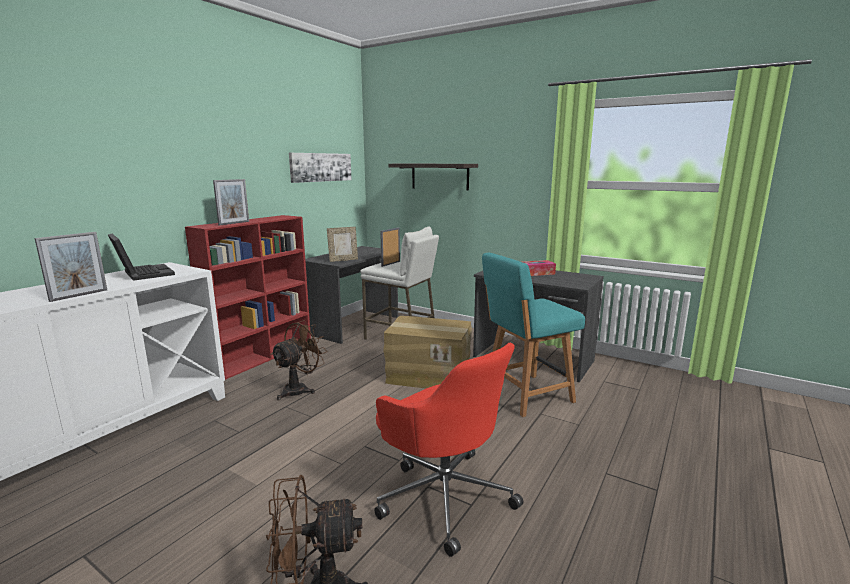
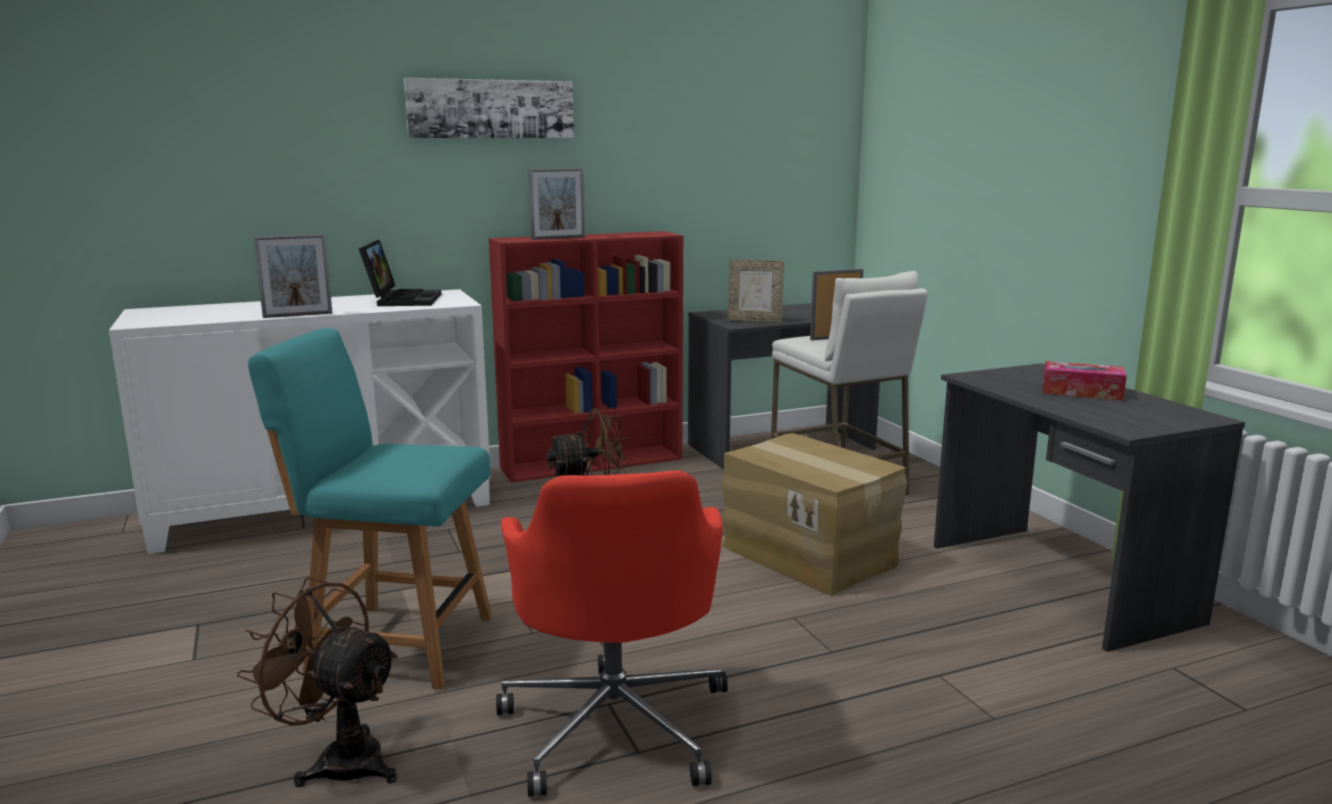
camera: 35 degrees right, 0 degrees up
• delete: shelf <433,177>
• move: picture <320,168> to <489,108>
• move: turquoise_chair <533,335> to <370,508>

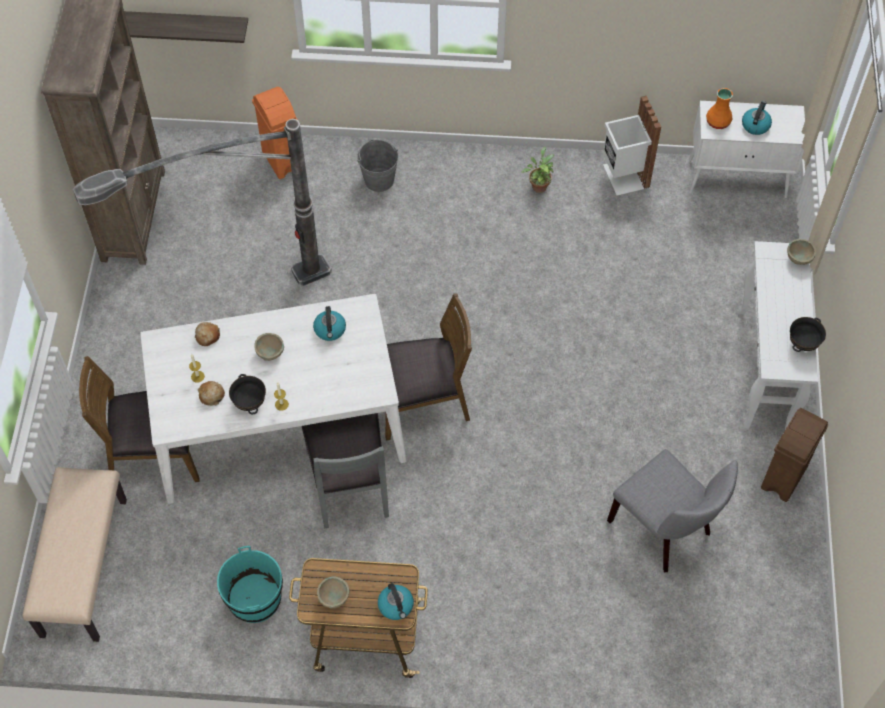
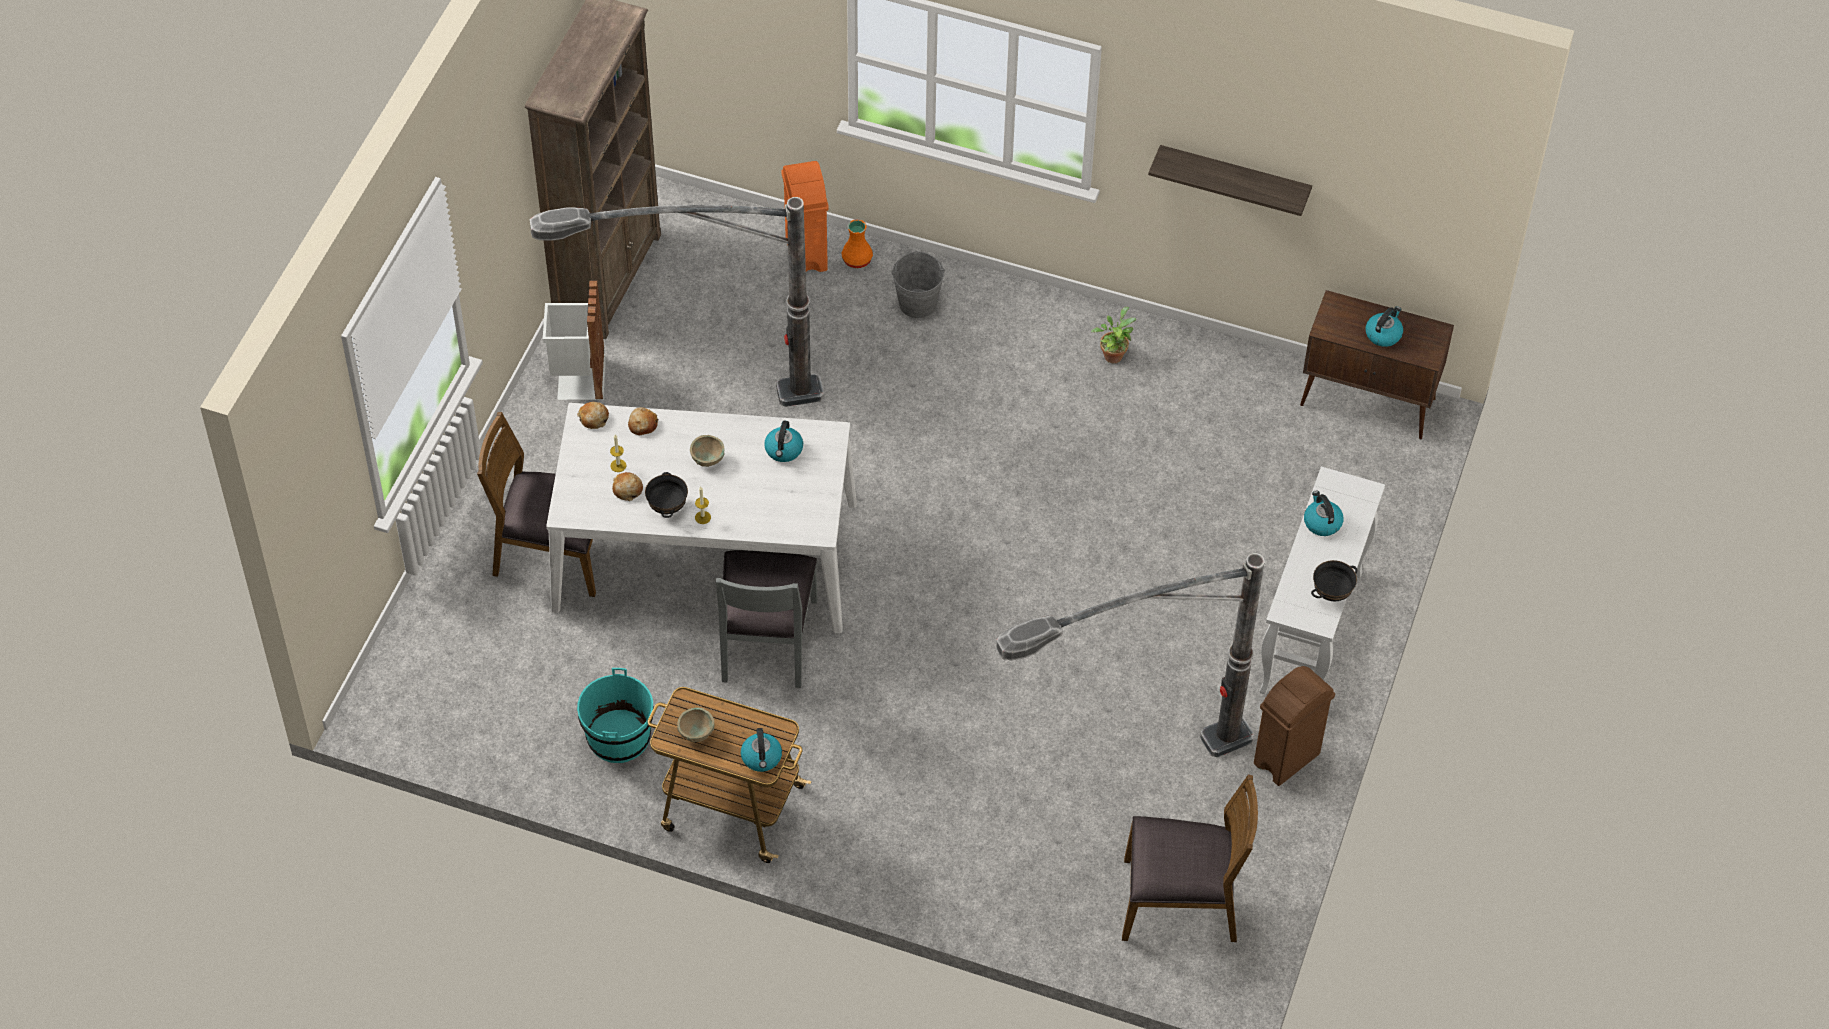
camera: 15 degrees right, 5 degrees down
• delete: beige_bench <75,554>
• delete: beige_bowl <801,252>
• insert: bread <593,415>
• insert: kettle <1324,513>
• move: shelf <186,27> to <1230,180>
• move: brown_chair <428,367> to <1190,858>
• move: white_trash_can <632,145> to <574,340>
• move: orange_vase <719,108> to <857,243>
• replace: grey_chair <672,510> to floor_lamp <1130,655>
• recolor: white_cabinet <747,149> to brown_cabinet <1377,364>

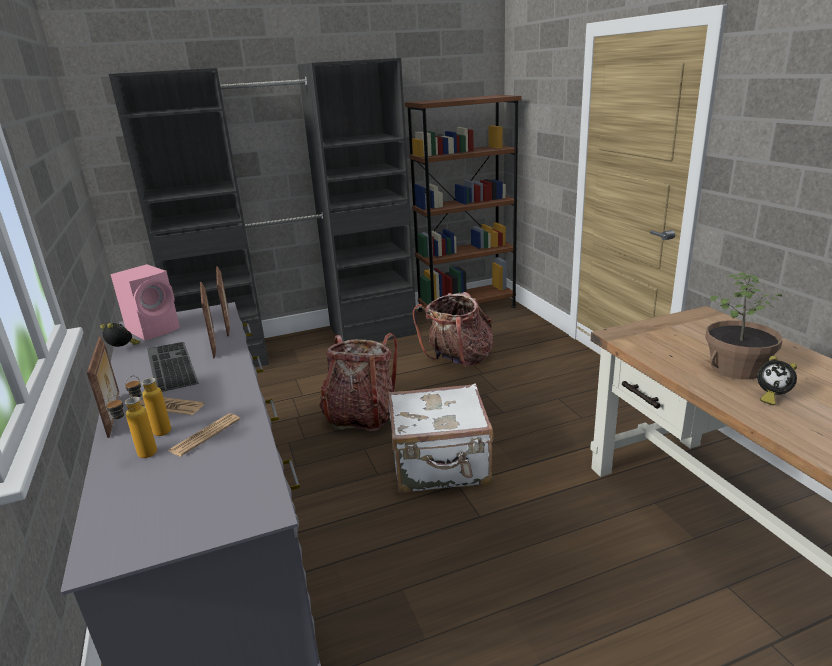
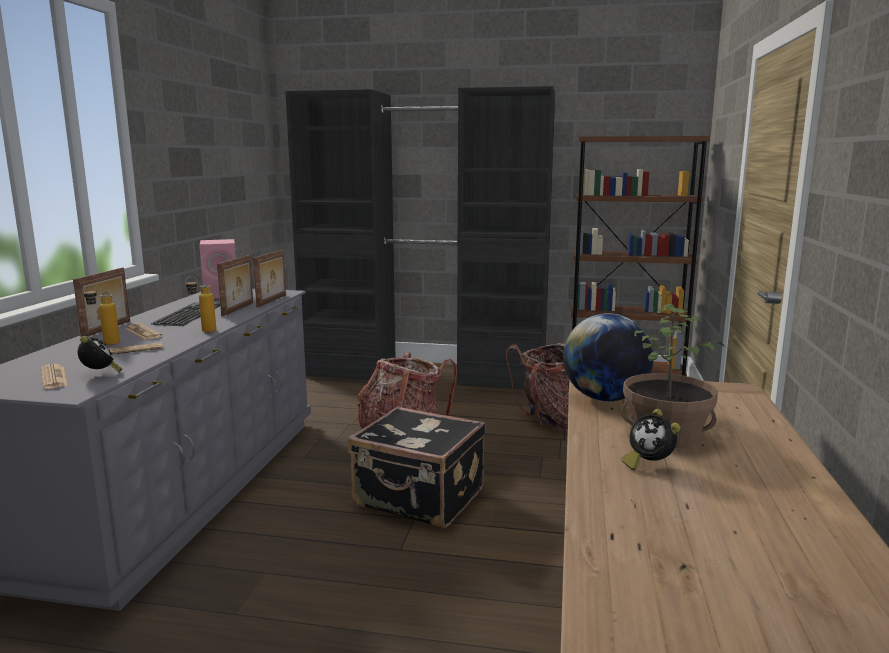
camera: 30 degrees right, 10 degrees down
• insert: newspaper <55,376>
• insert: globe <608,357>
• move: alarm_clock <120,335> to <100,354>
• move: bottle <131,426> to <200,304>
• recolor: white_suitcase <440,438> to black_suitcase <417,467>

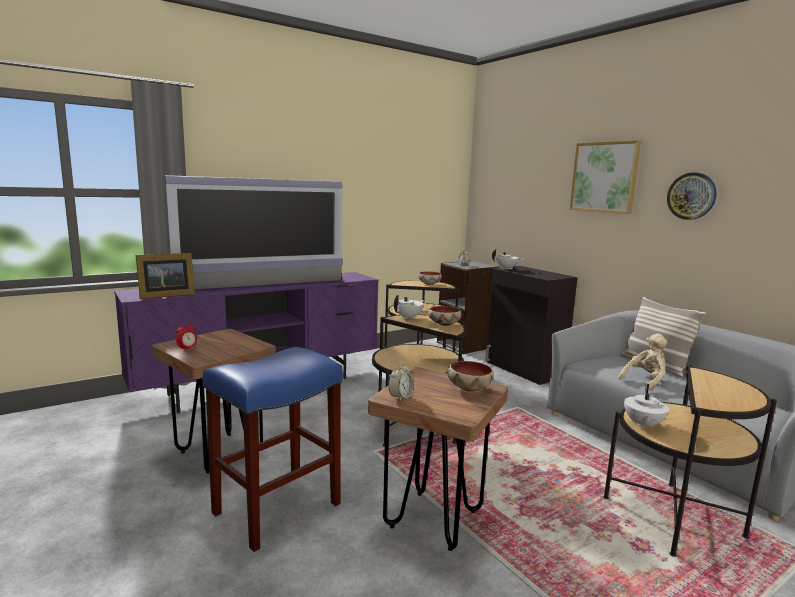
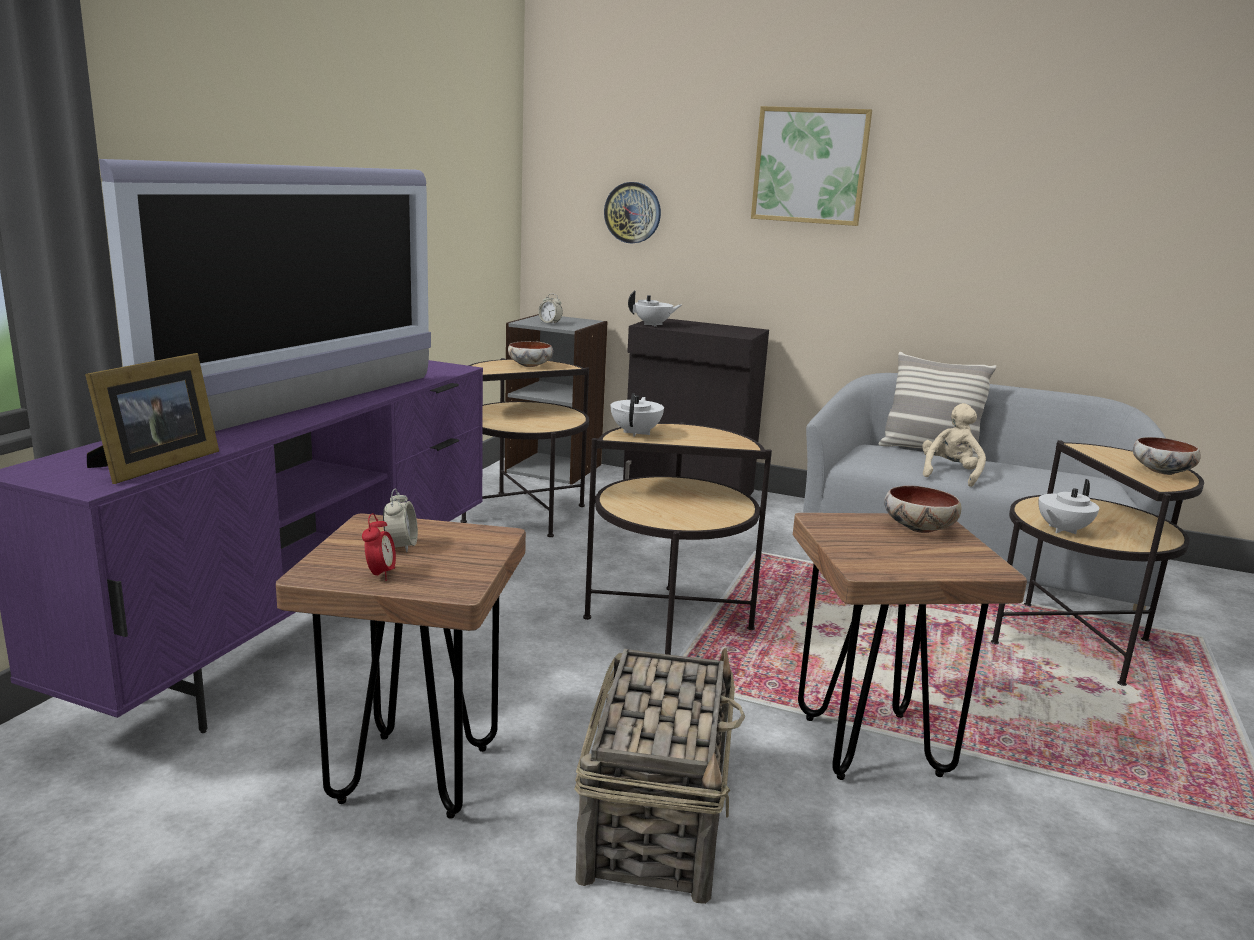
camera: 35 degrees left, 5 degrees up
• move: alarm_clock <401,381> to <400,521>
• move: bowl <445,316> to <1167,456>
• move: wall_clock <692,196> to <632,213>
• replace: blue_stool <273,449> to basket <659,776>
• rotate: white_teapot <646,406> = <1068,506> 60 degrees clockwise

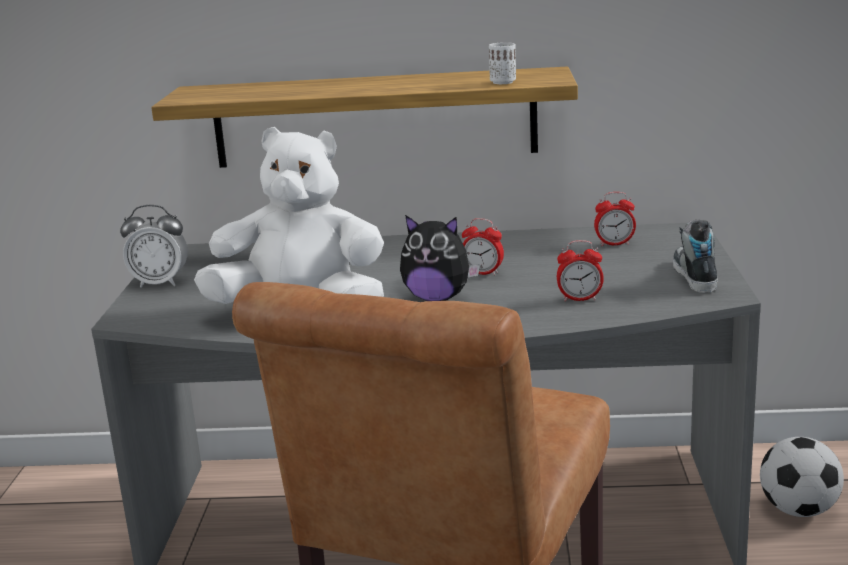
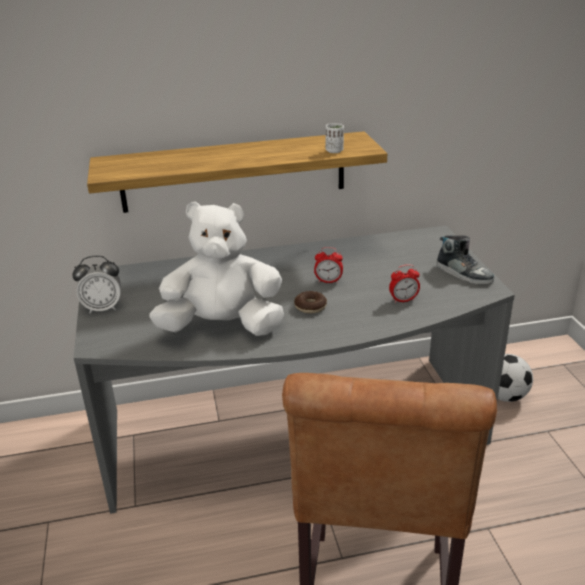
camera: 15 degrees left, 10 degrees up
• delete: alarm_clock <615,219>
• replace: plush_toy <440,258> to donut <310,302>
• rotate: shoe <695,256> = <465,260> 150 degrees clockwise

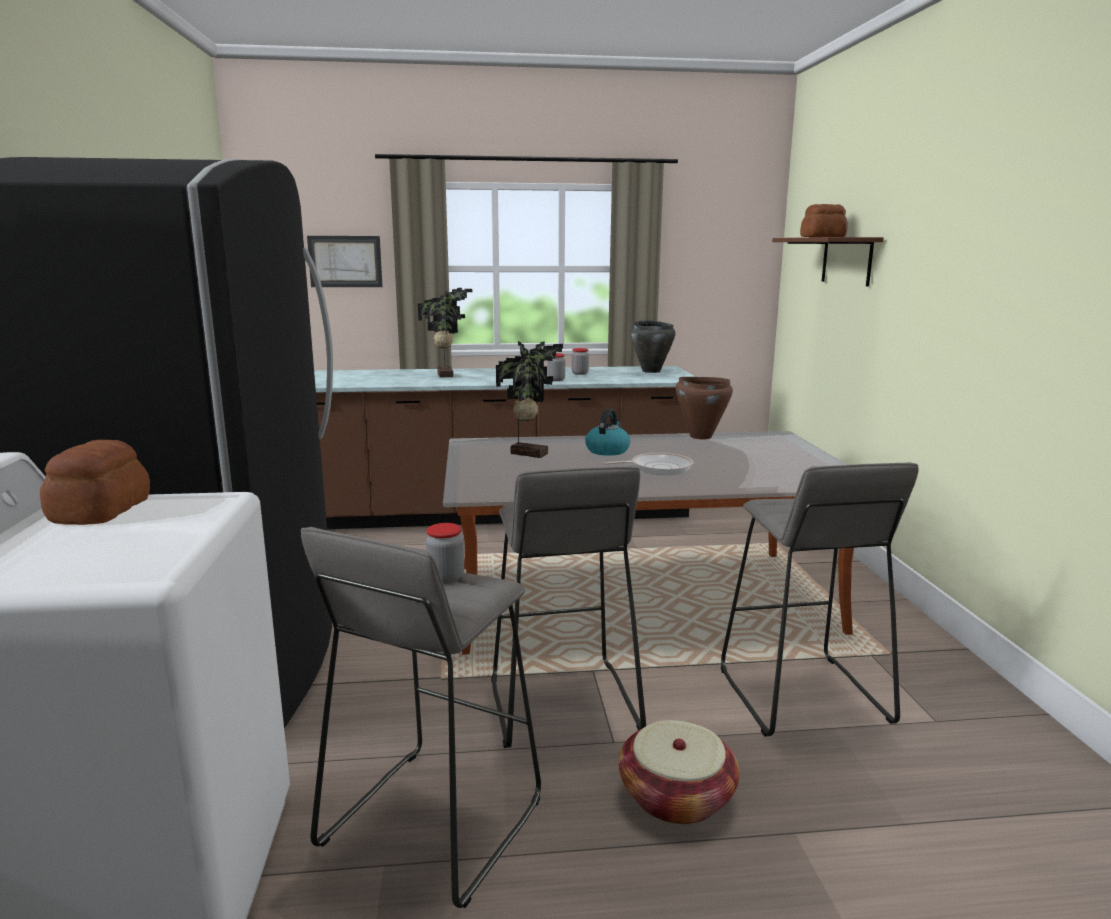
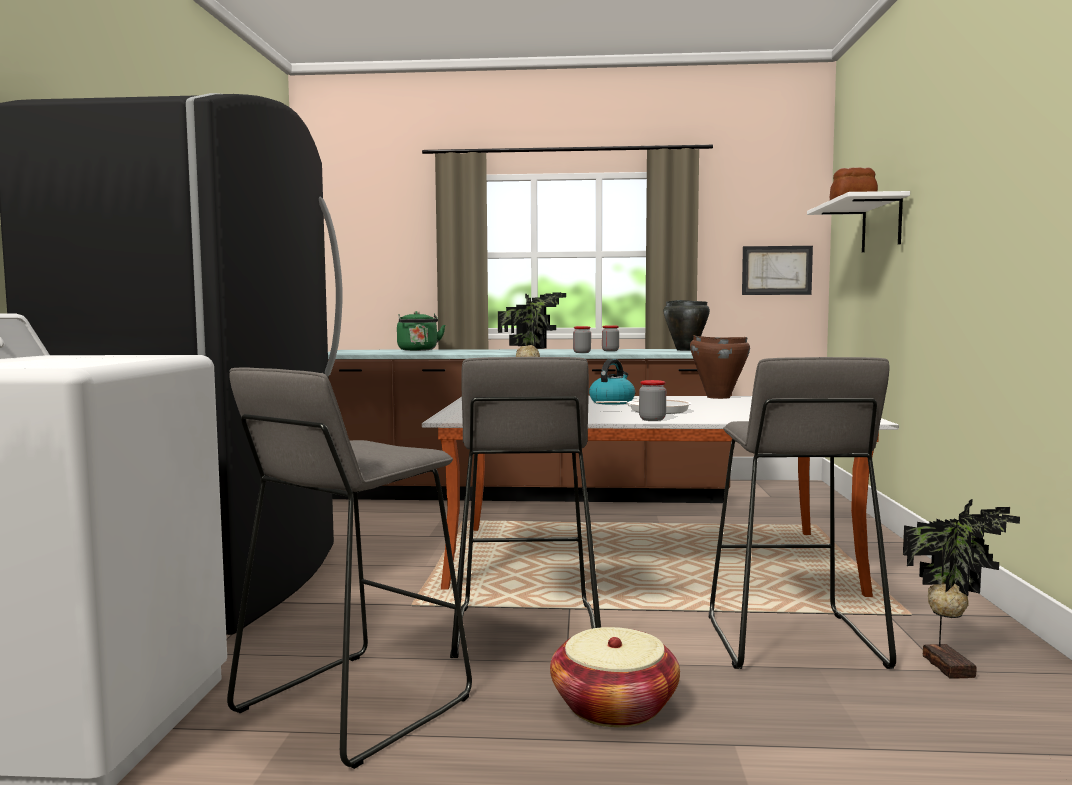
camera: 10 degrees right, 10 degrees down
• delete: bread <95,482>
• insert: green_kettle <421,331>
• move: picture <345,261> to <777,270>
• move: potted_plant <445,332> to <961,588>
• move: jar <445,553> to <652,400>
• recolor: brown_shelf <828,261> to white_shelf <858,221>

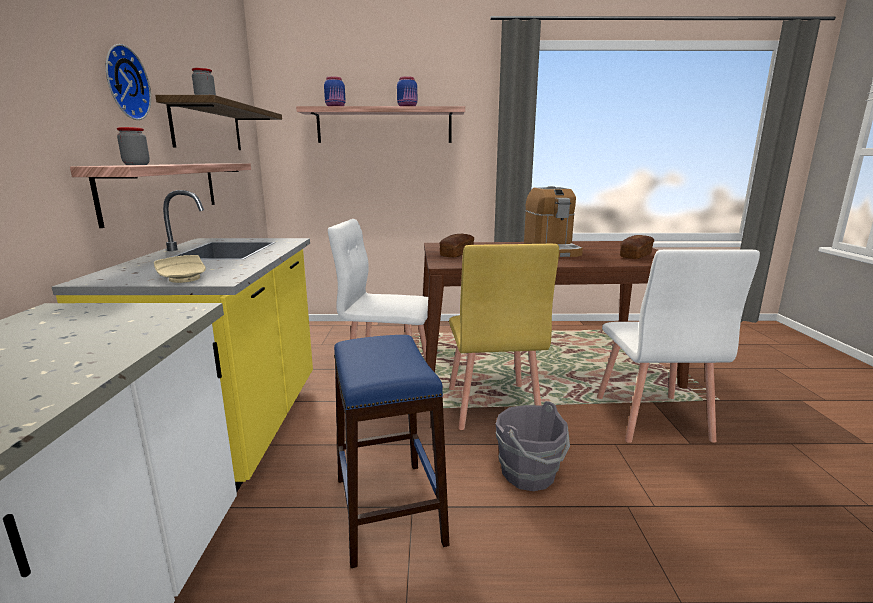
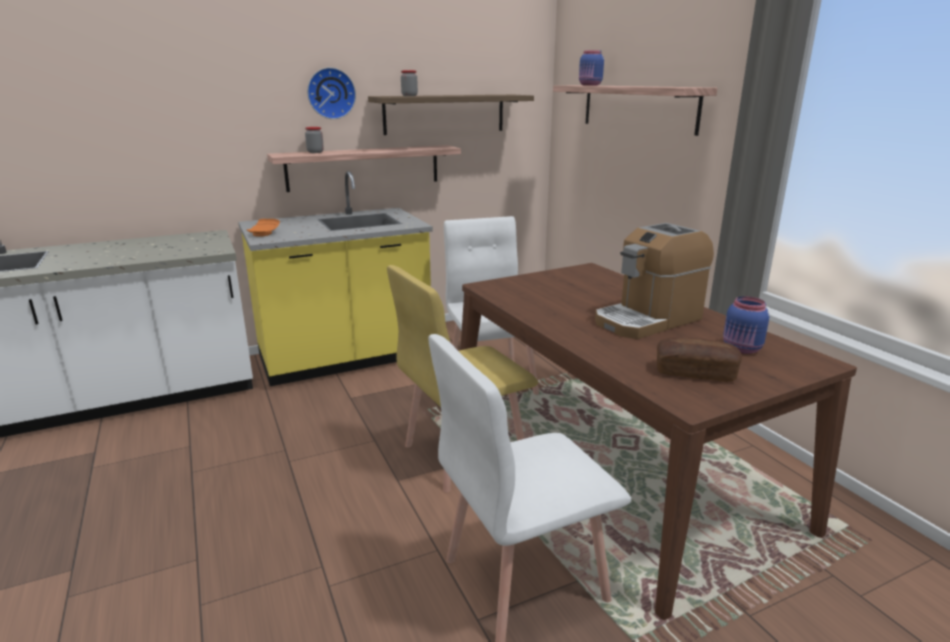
camera: 65 degrees right, 5 degrees up
• delete: blue_stool <391,451>
• delete: bread <457,245>
• delete: grey_bucket <533,446>
• move: blue_jar <407,91> to <746,325>
• recolor: beige_plate <180,269> to orange_plate <263,228>

